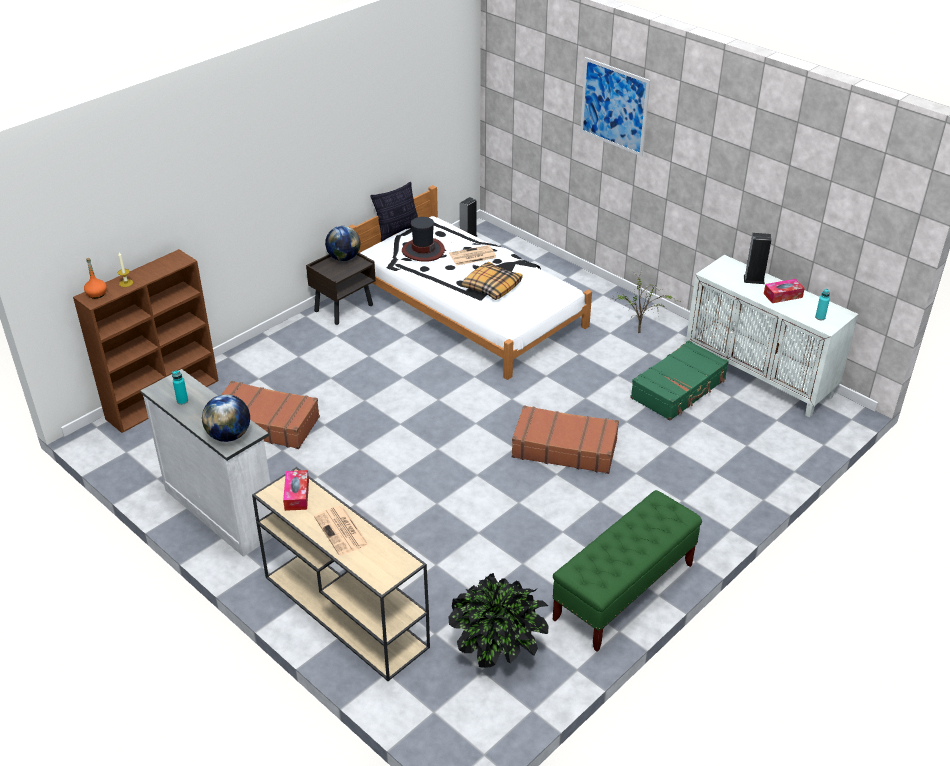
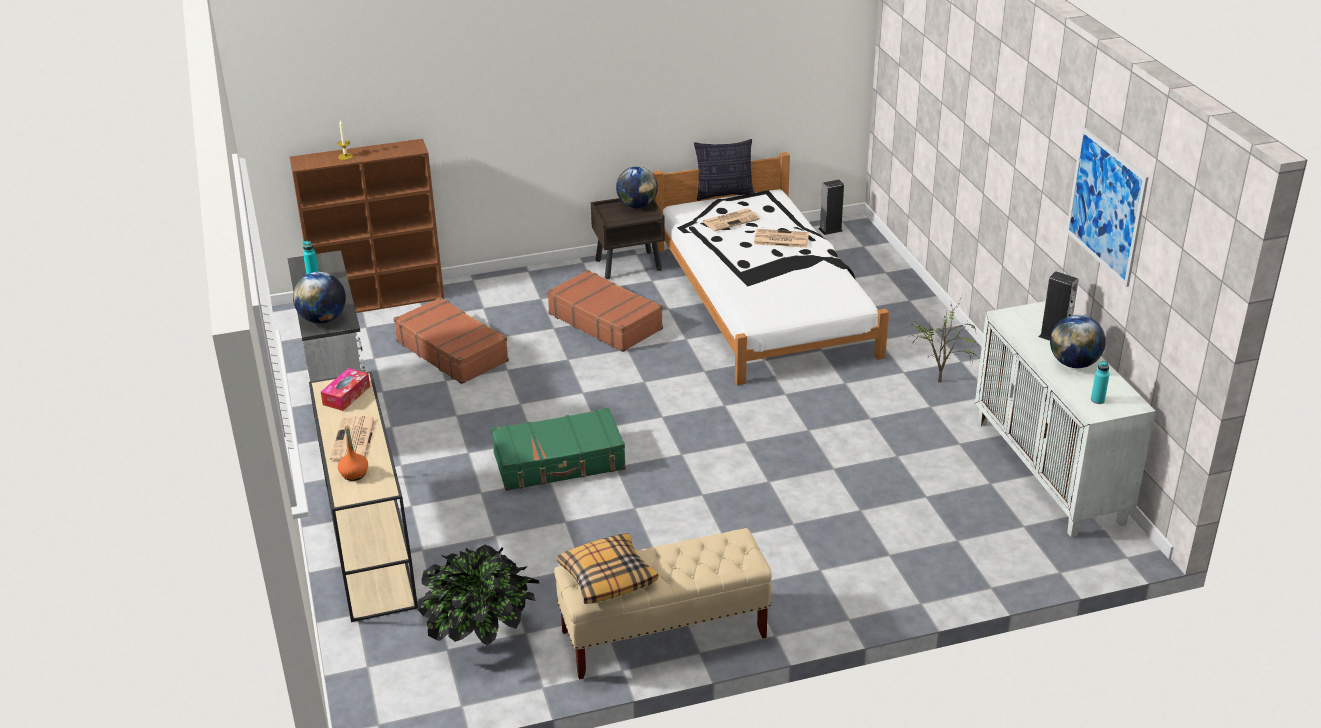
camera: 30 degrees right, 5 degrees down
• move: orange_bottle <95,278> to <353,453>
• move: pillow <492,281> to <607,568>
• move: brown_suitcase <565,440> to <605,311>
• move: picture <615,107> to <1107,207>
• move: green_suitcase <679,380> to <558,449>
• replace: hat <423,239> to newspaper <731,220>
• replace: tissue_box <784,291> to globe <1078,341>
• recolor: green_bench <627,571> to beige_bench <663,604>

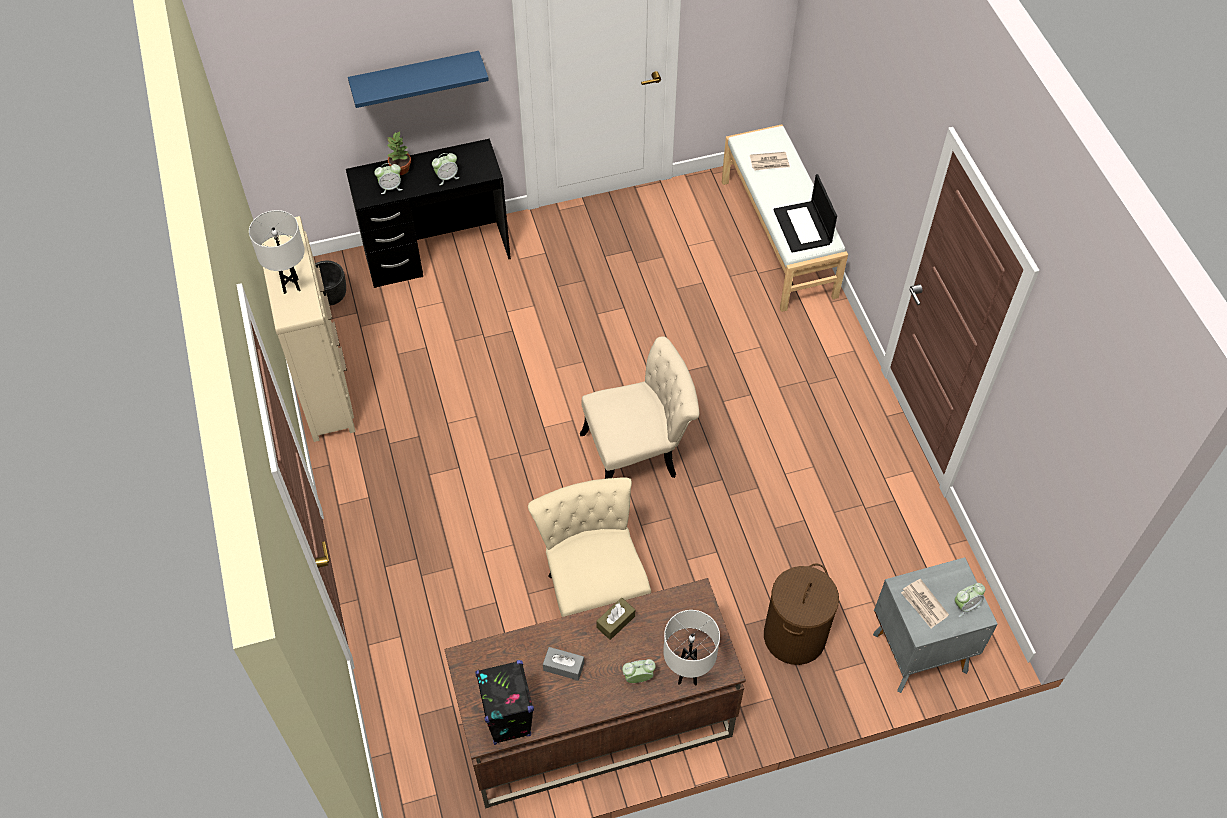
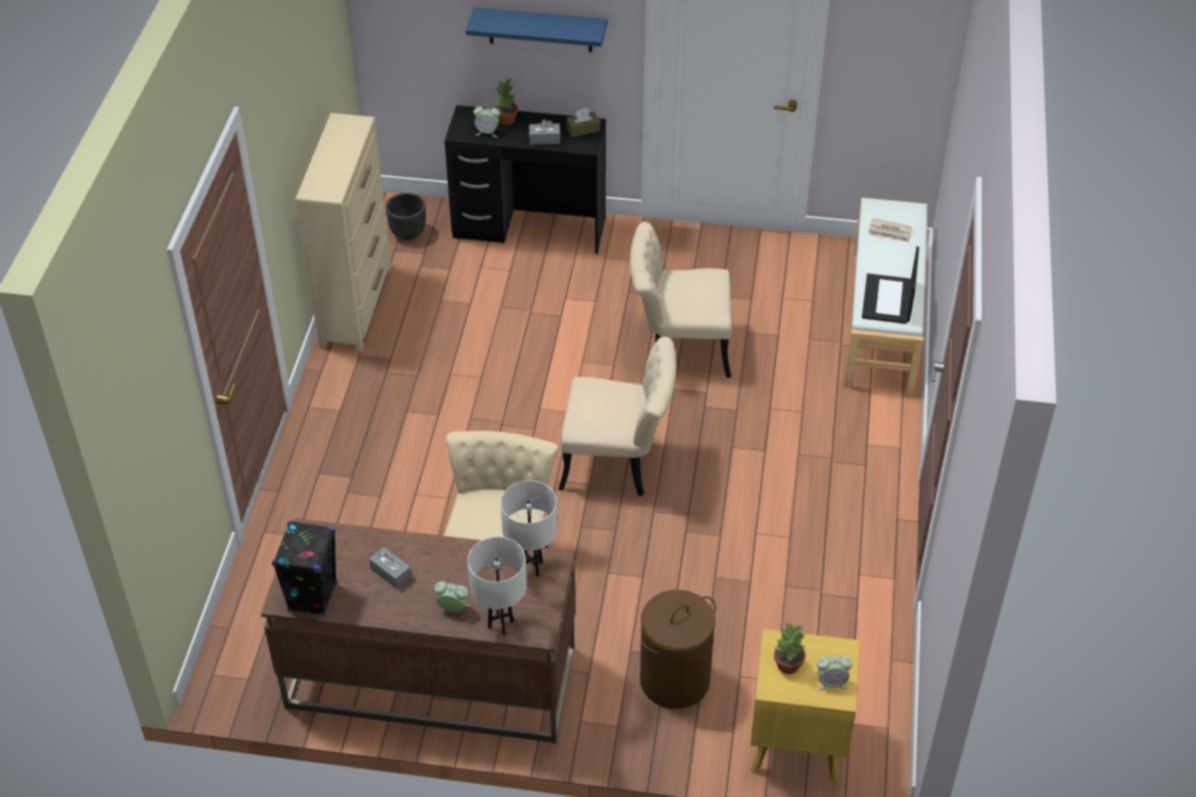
camera: 25 degrees right, 10 degrees down
• insert: beige_chair <681,300>
• move: white_table_lamp <277,252> to <528,528>
• move: brown_tissue_box <615,619> to <583,122>
• replace: alarm_clock <445,169> to grey_tissue_box <544,132>
• replace: newspaper <925,603> to potted_plant <789,648>
• recolor: grey_nightstand <935,625> to yellow_nightstand <805,706>

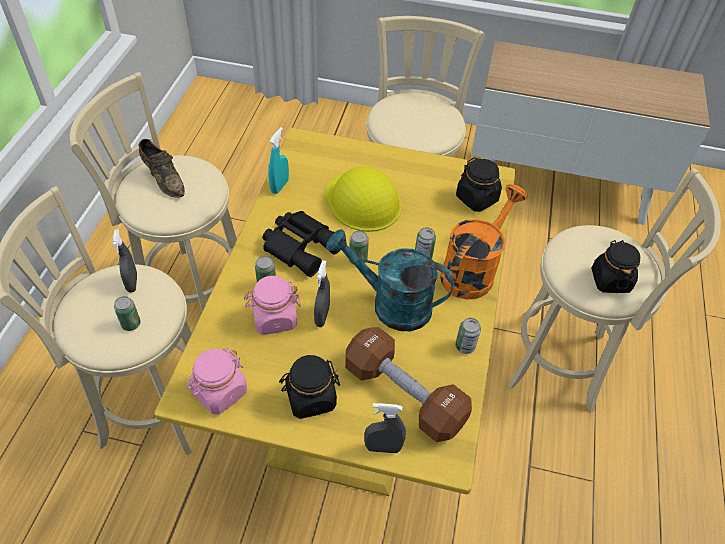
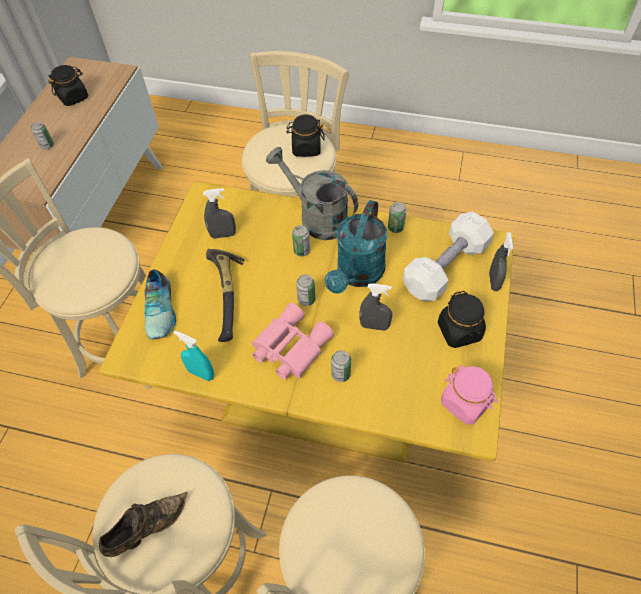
camera: 85 degrees left, 5 degrees up
• delete: pink_jar <272,305>
• insert: shoe <160,305>
• move: grey_spray_bottle <125,261> to <219,213>
• move: can <127,313> to <42,135>
• move: black_jar <479,184> to <68,85>
• replace: yellow_hard_hat <363,199> to hammer <225,295>
• recolor: black_binoculars <301,244> to pink_binoculars <293,341>
• recolor: brown_dumbbell <408,384> to white_dumbbell <448,256>
• recolor: orange_watering_can <483,242> to grey_watering_can <312,193>

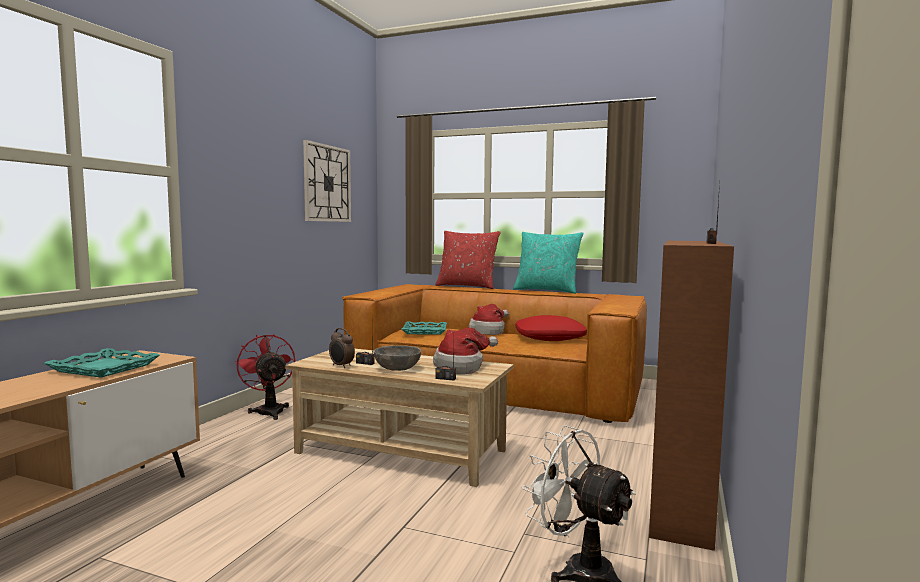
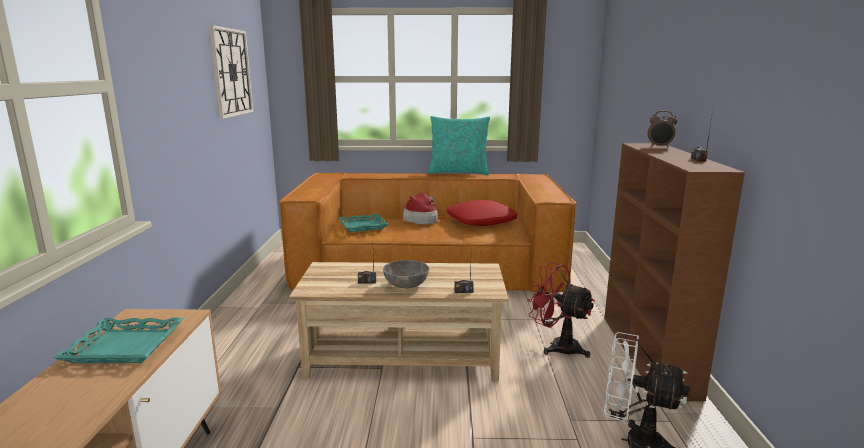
camera: 20 degrees left, 10 degrees up
• delete: hat <465,351>
• delete: red_pillow <468,260>
• move: red_fan <265,377> to <561,310>
• move: alarm_clock <342,348> to <662,129>

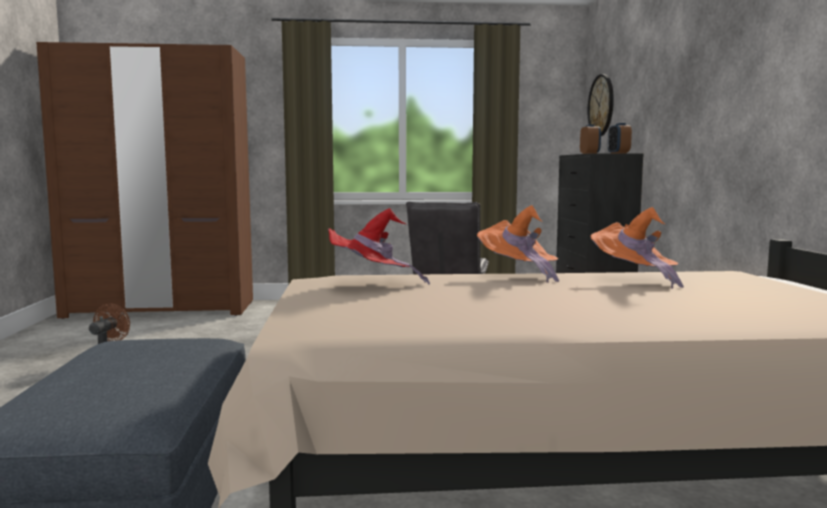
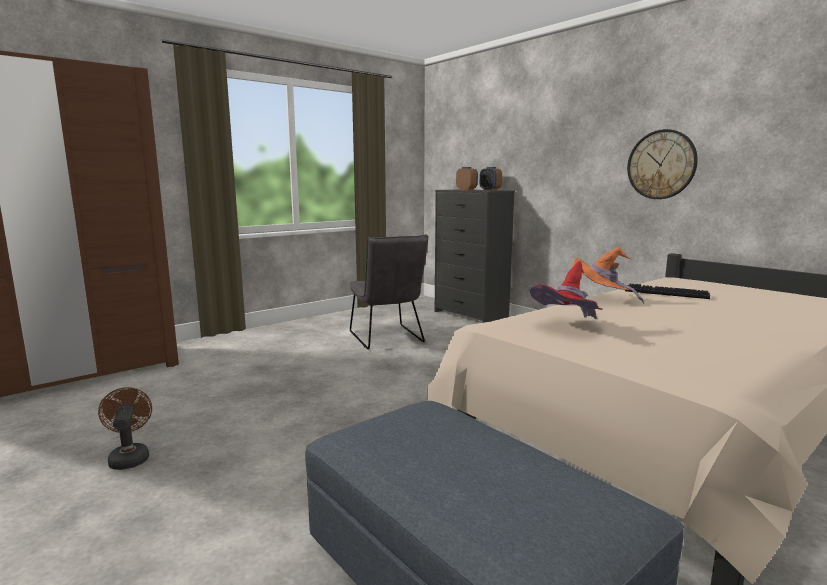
camera: 35 degrees left, 5 degrees up
• move: wall_clock <601,105> to <662,164>
• replace: orange_hat <637,248> to keyboard <667,291>

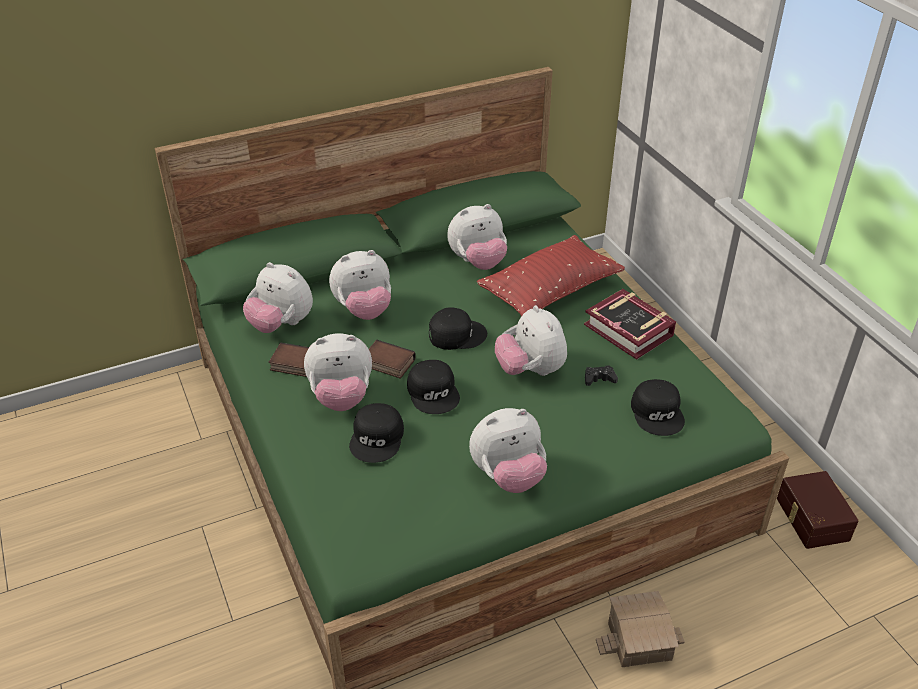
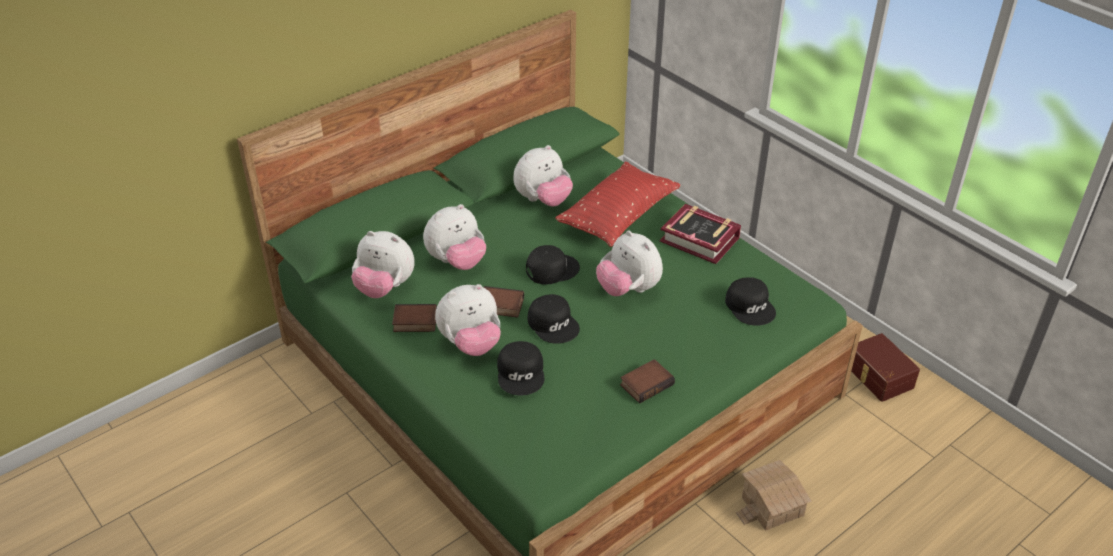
camera: 15 degrees left, 0 degrees up
• delete: black_game_controller <601,375>
• replace: plush_toy <508,450> to book <647,381>

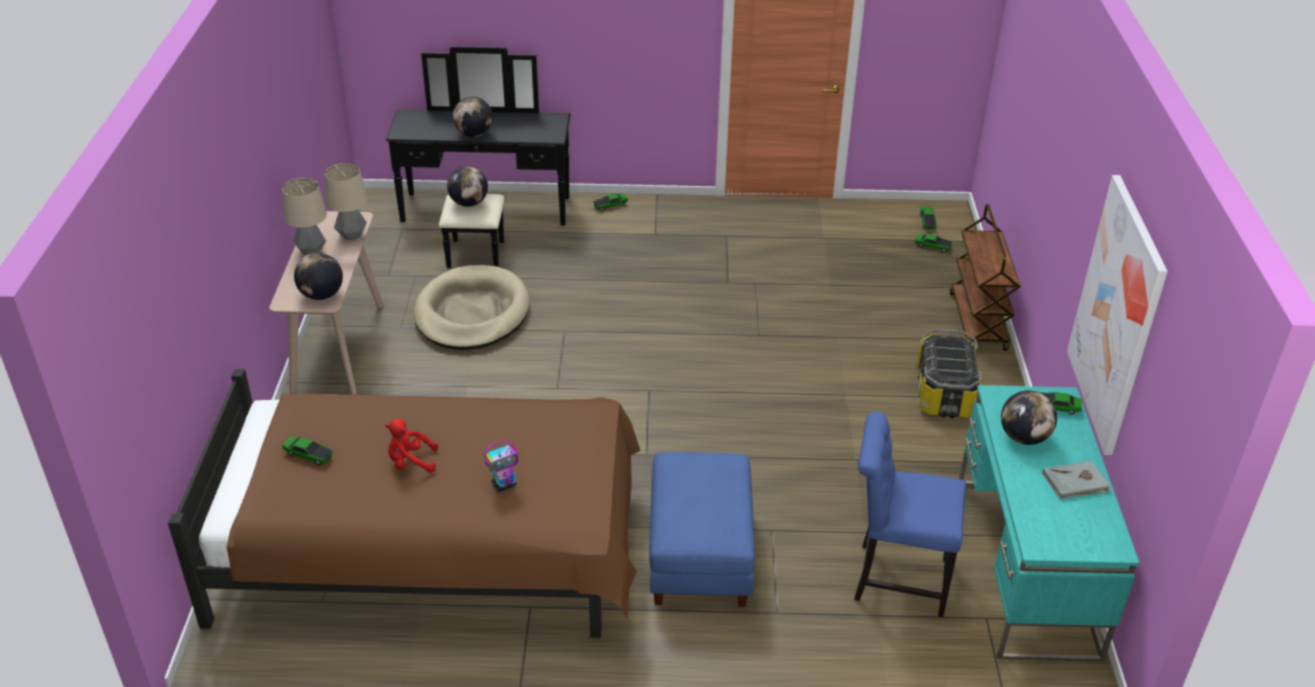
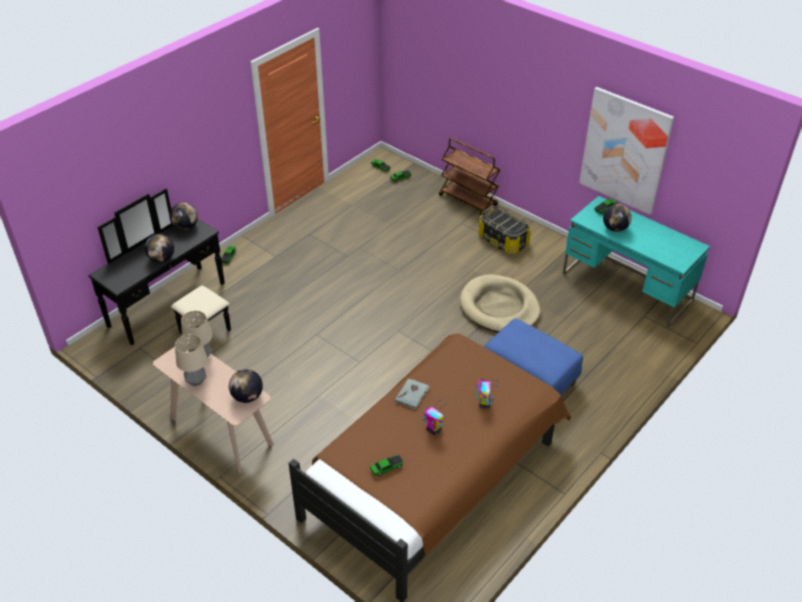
camera: 50 degrees left, 5 degrees up
• delete: blue_chair <910,514>
• move: beige_dog_bed <472,307> to <500,303>
• move: globe <467,186> to <183,216>
• move: grey_book <1076,480> to <412,393>
• replace: red_plush_toy <412,446> to toy_robot <435,417>

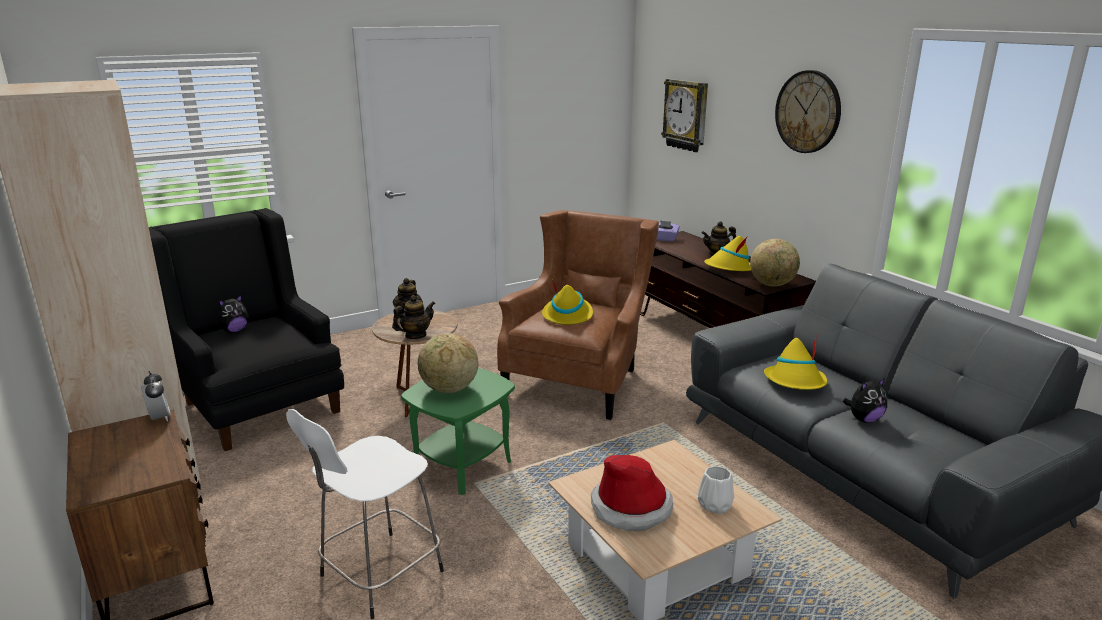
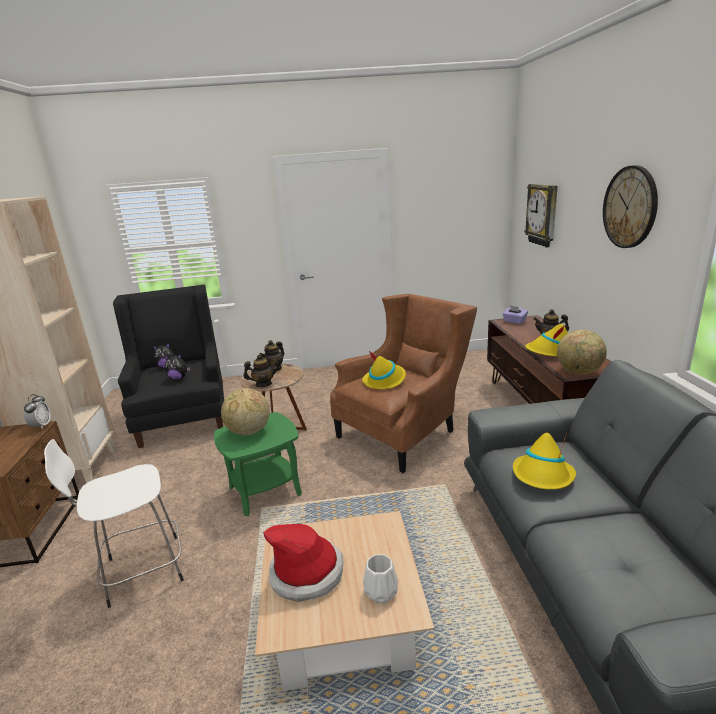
camera: 25 degrees right, 0 degrees up
• move: plush_toy <865,400> to <178,367>

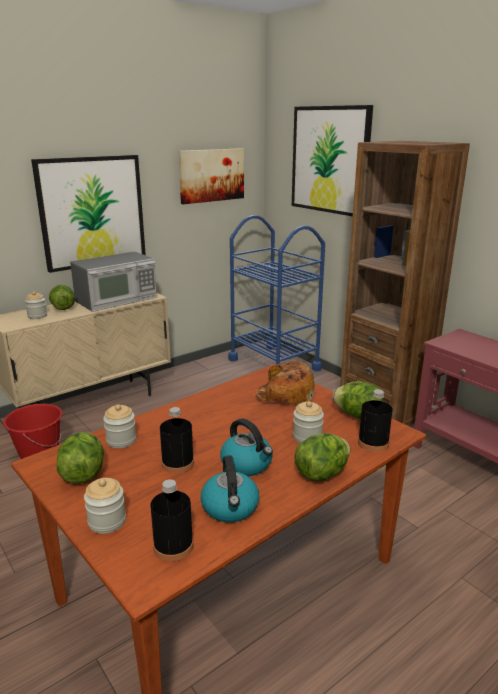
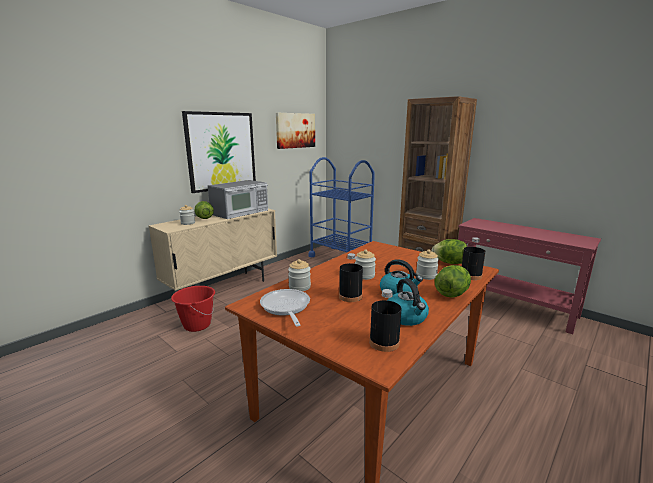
camera: 10 degrees left, 5 degrees down
• delete: bread <284,383>
• delete: picture <332,160>
• move: jar <105,506> to <365,265>
• replace: lettuce <80,458> to frying_pan <285,308>

